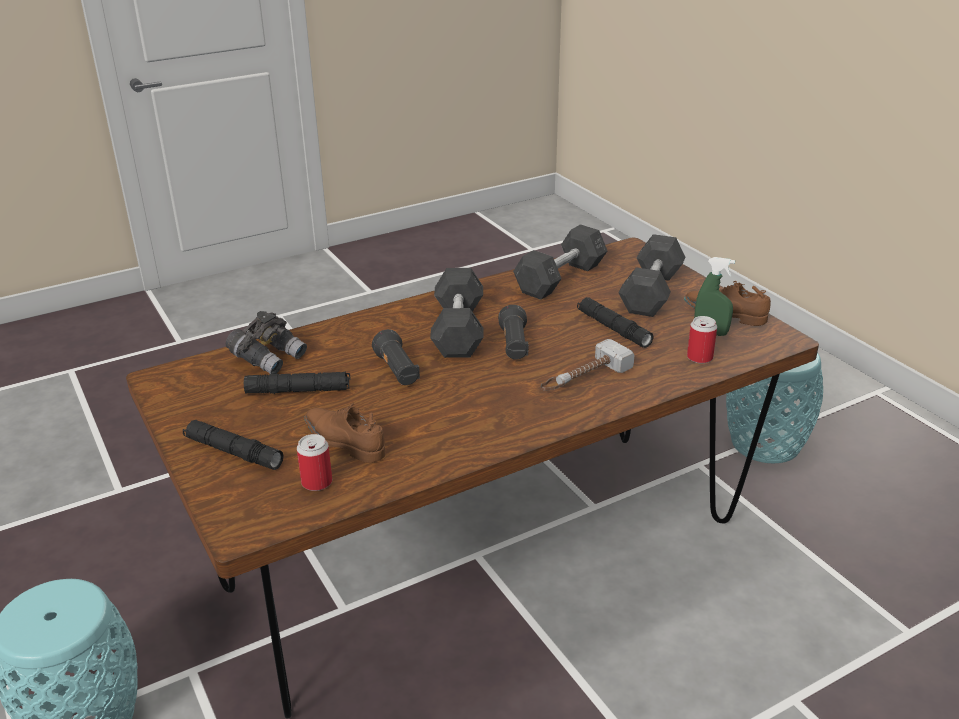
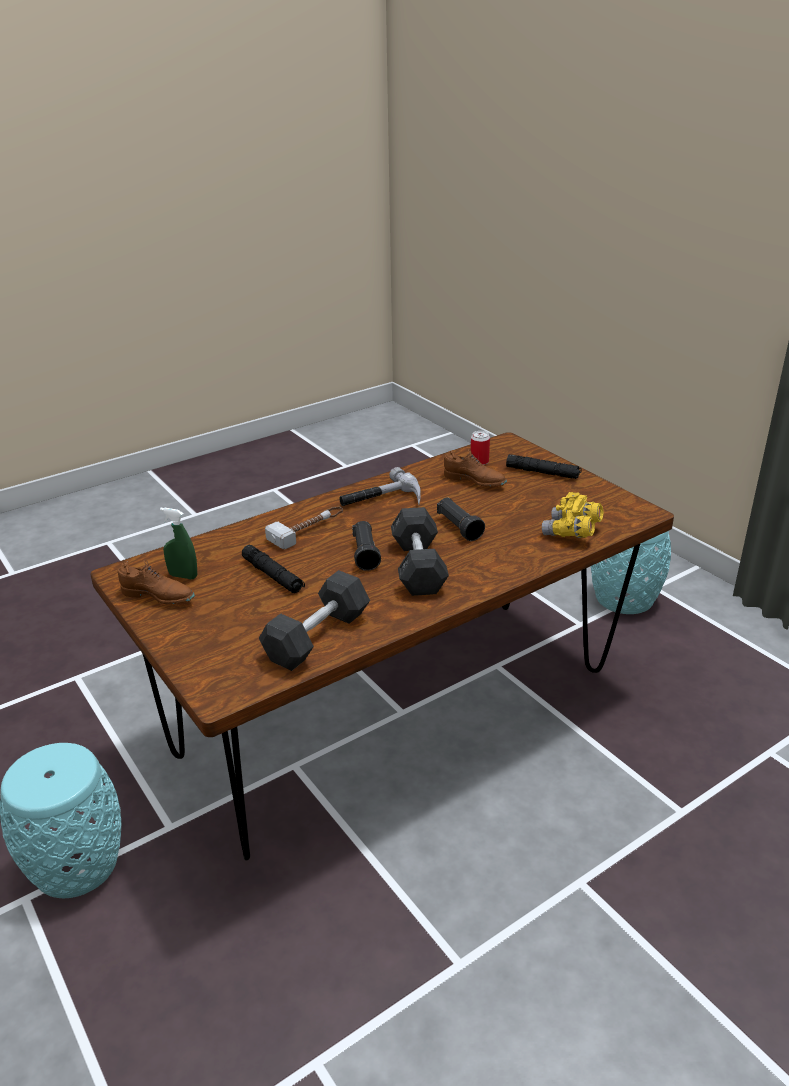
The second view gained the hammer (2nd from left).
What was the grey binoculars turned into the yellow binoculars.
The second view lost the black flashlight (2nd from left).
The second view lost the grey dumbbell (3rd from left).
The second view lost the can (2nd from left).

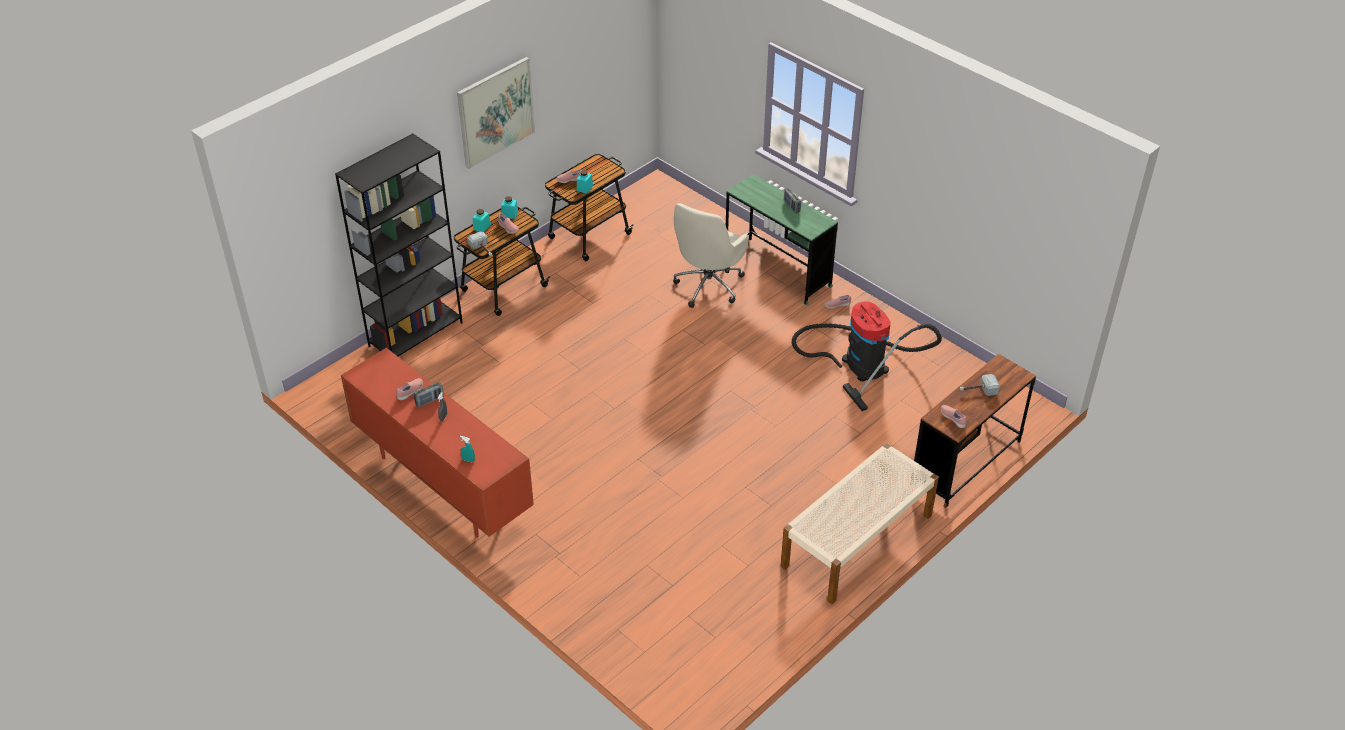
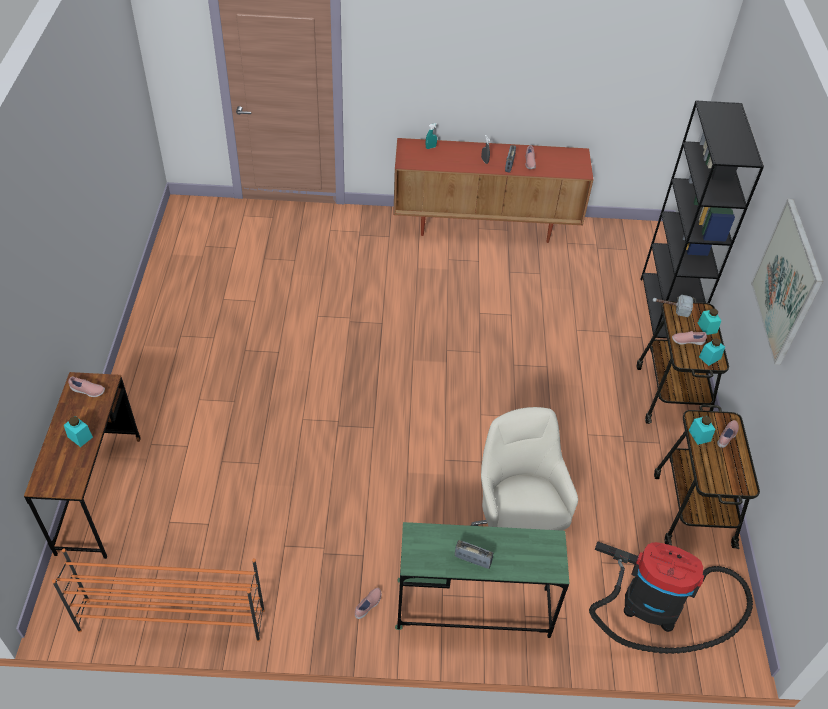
The second view gained the orange shoe rack.
Where the hammer (2nd from left) stood, the turquoise jar (1st from left) came to stand.
The vacuum cleaner ended up elsewhere.
The second view lost the beige bench.

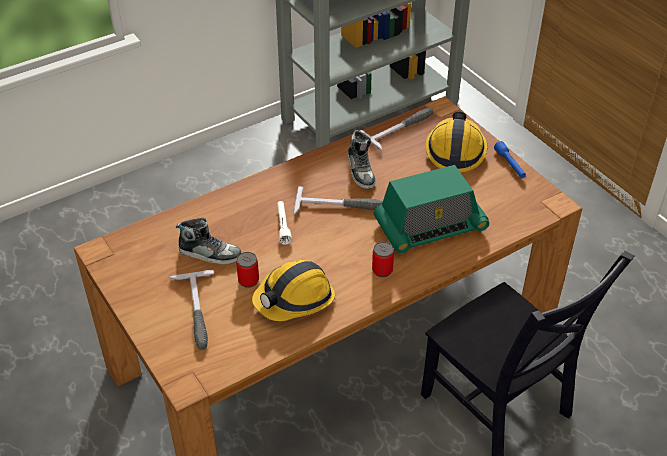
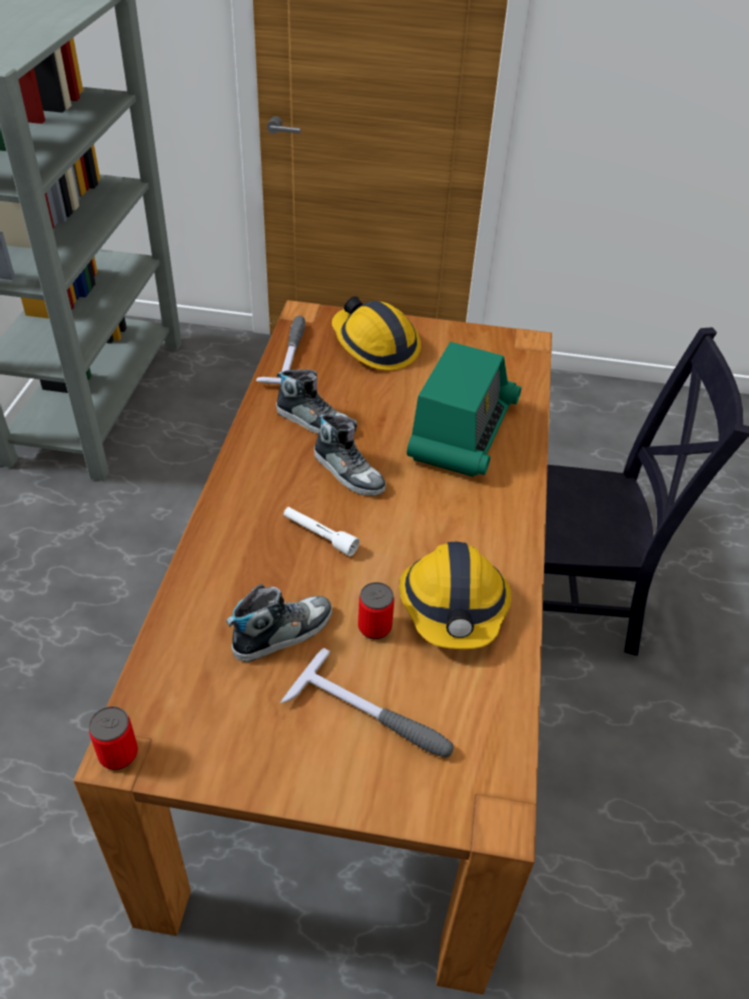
The can (2nd from left in the first image) ended up elsewhere.
Where the hammer (2nd from left) stood, the shoe (3rd from left) came to stand.
The second view lost the blue flashlight.

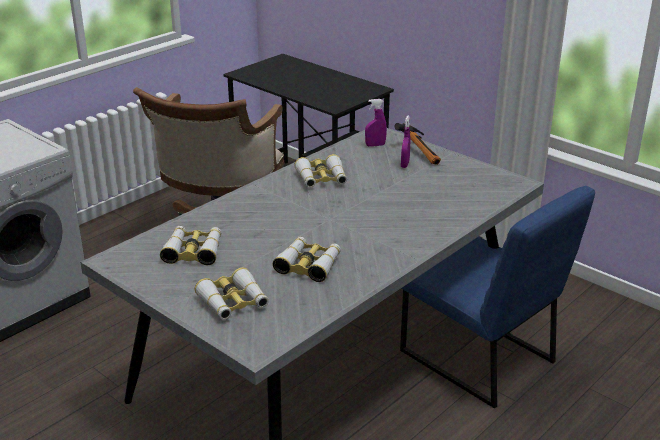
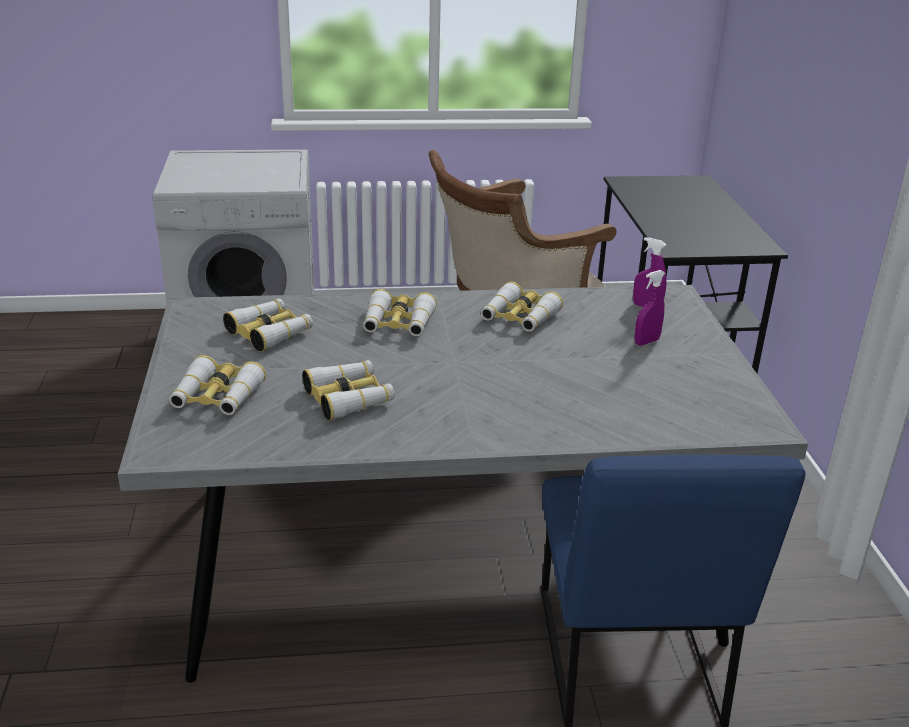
The second view gained the binoculars (4th from left).
The second view lost the hammer.

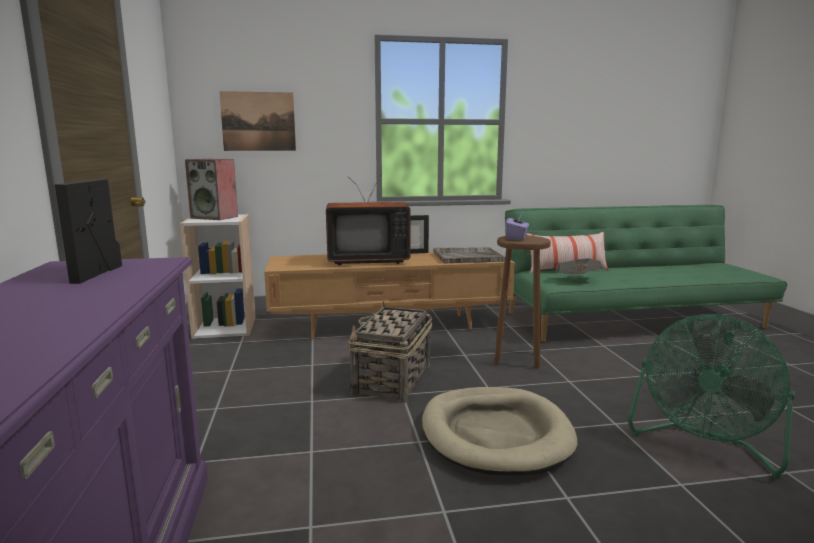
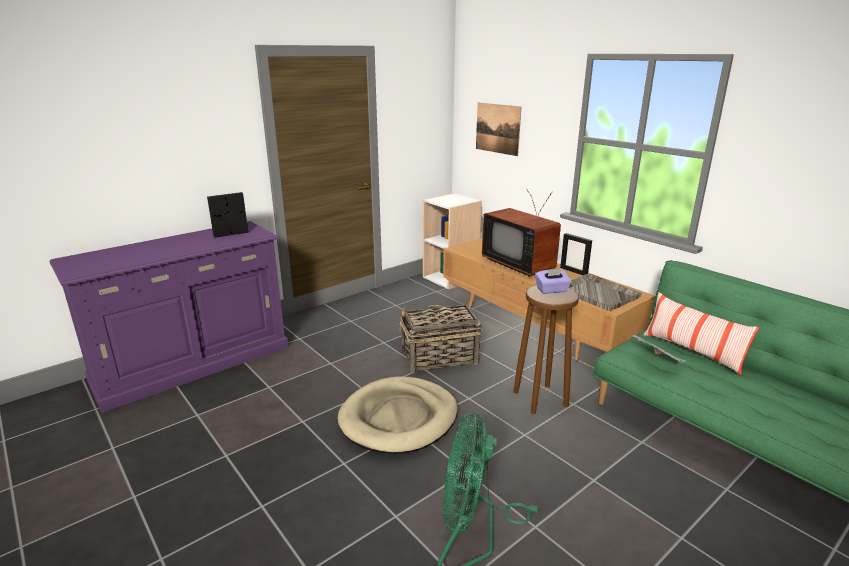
The second view lost the speaker.

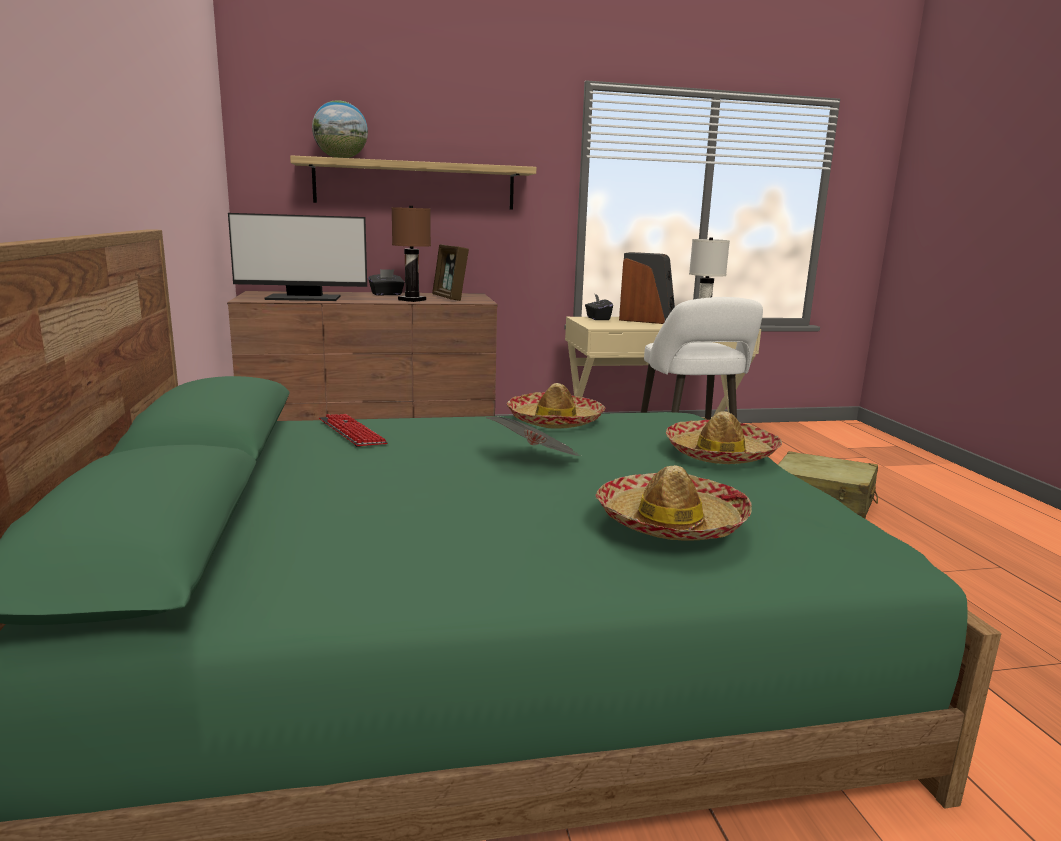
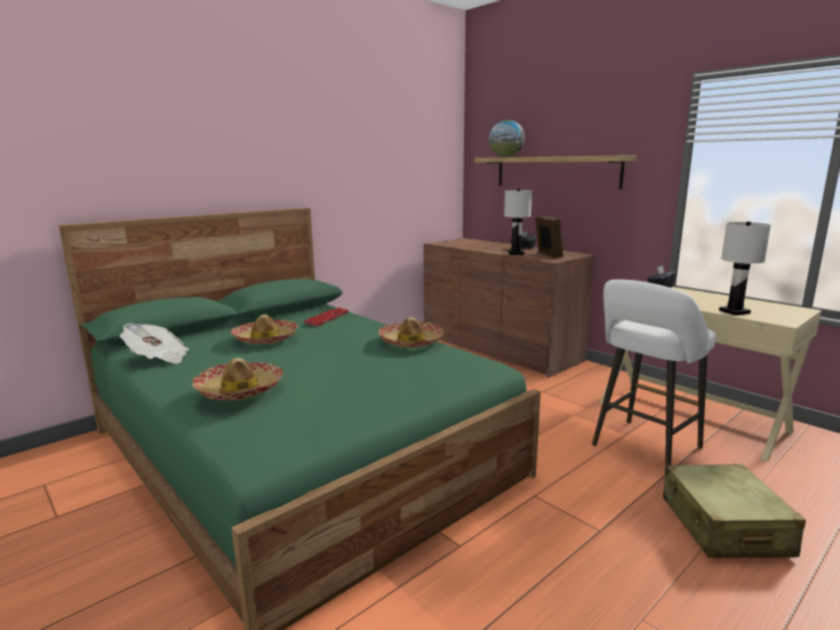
The newspaper ended up elsewhere.
The hat (3rd from left in the first image) ended up elsewhere.
What was the brown table lamp turned into the white table lamp (1st from left).
The picture frame ended up facing another way, 135 degrees clockwise from before.
The second view lost the monitor.
The second view lost the speaker.

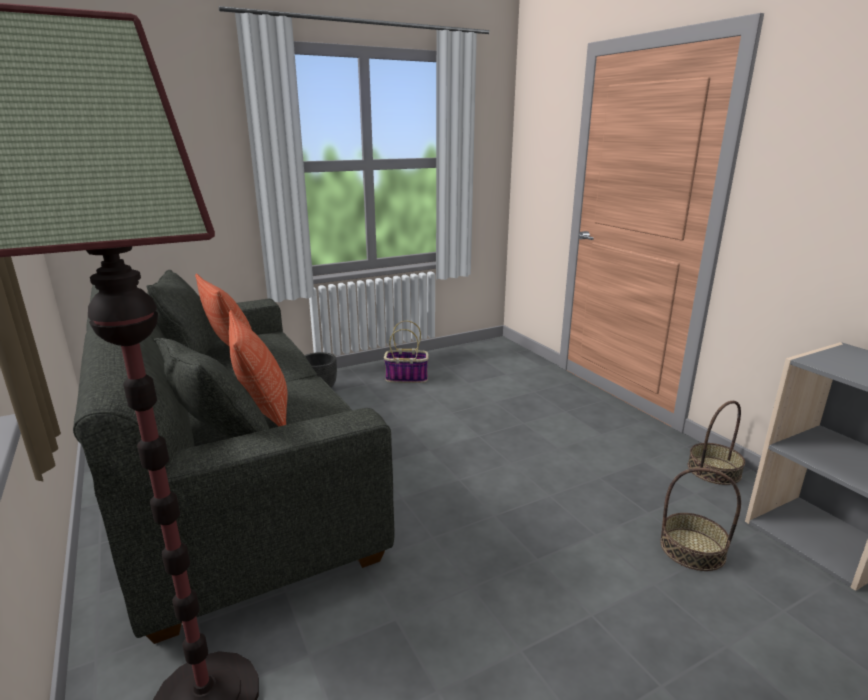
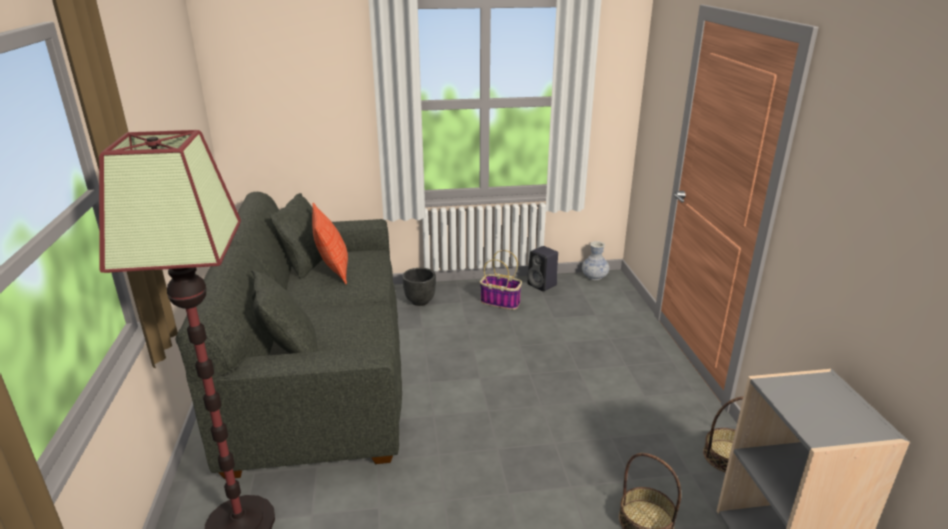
The second view gained the black speaker.
The second view gained the vase.
The second view lost the orange pillow (2nd from left).

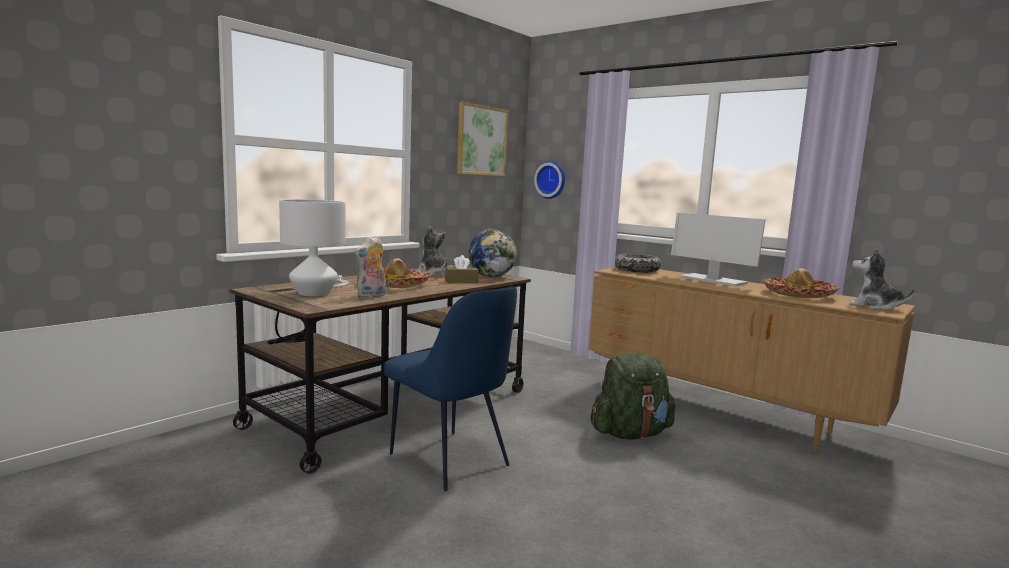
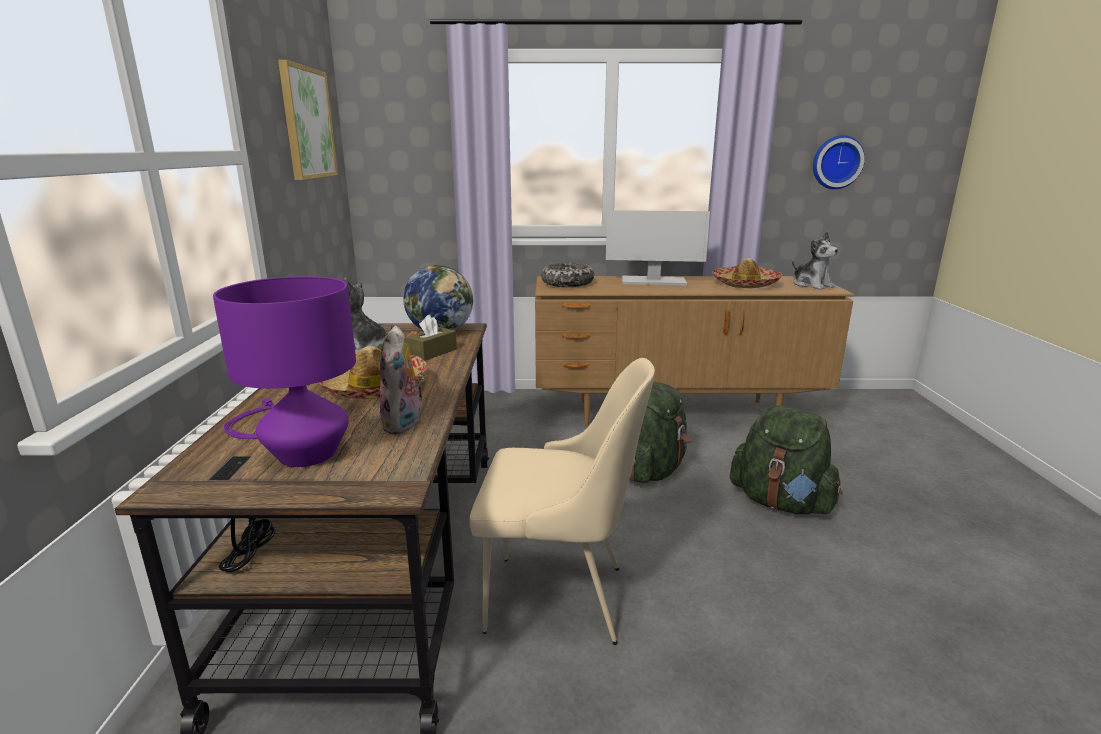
What was the white table lamp turned into the purple table lamp.
What was the blue chair turned into the beige chair.
The second view gained the green backpack (2nd from left).
The plush toy (3rd from left) ended up facing another way, 120 degrees counterclockwise from before.
The wall clock ended up elsewhere.

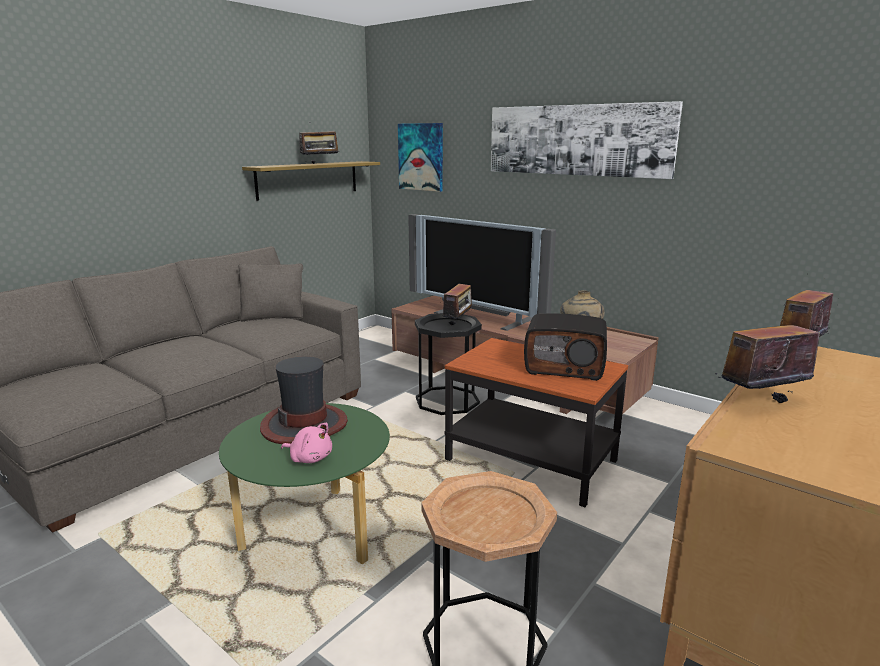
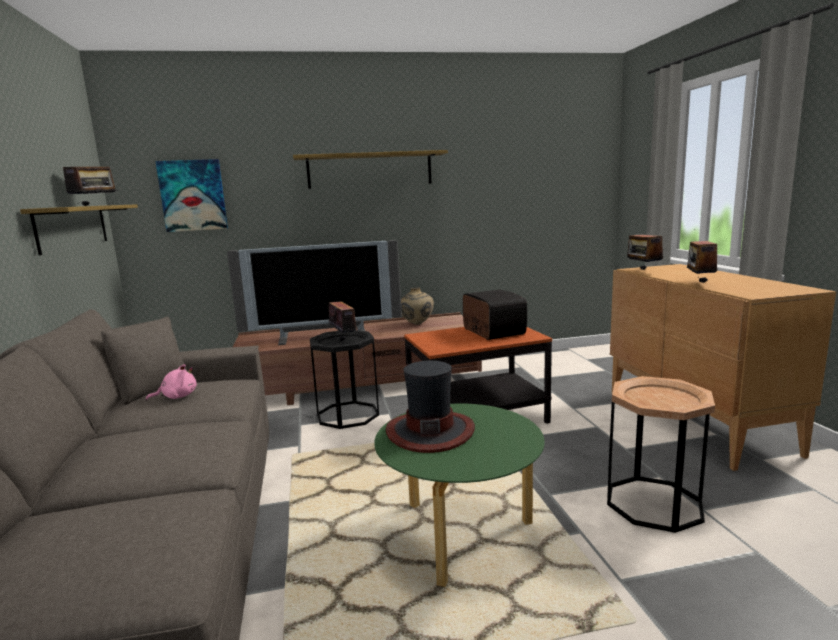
The pink plush toy ended up elsewhere.
Where the picture (2nd from left) hung, the shelf (2nd from left) came to hang.
The radio (3rd from left) ended up facing another way, 75 degrees counterclockwise from before.

